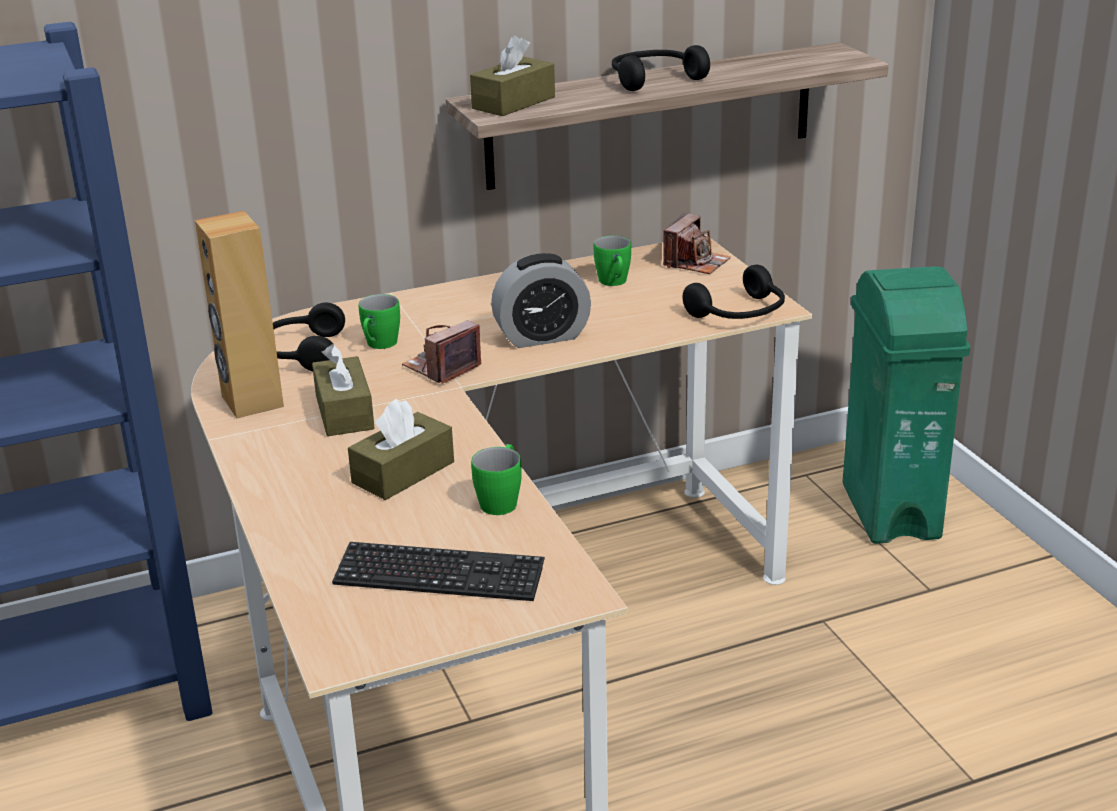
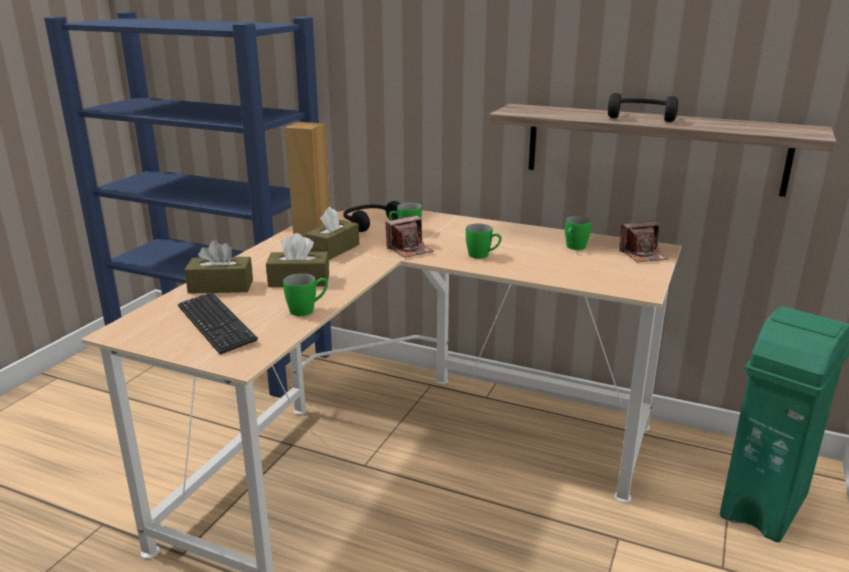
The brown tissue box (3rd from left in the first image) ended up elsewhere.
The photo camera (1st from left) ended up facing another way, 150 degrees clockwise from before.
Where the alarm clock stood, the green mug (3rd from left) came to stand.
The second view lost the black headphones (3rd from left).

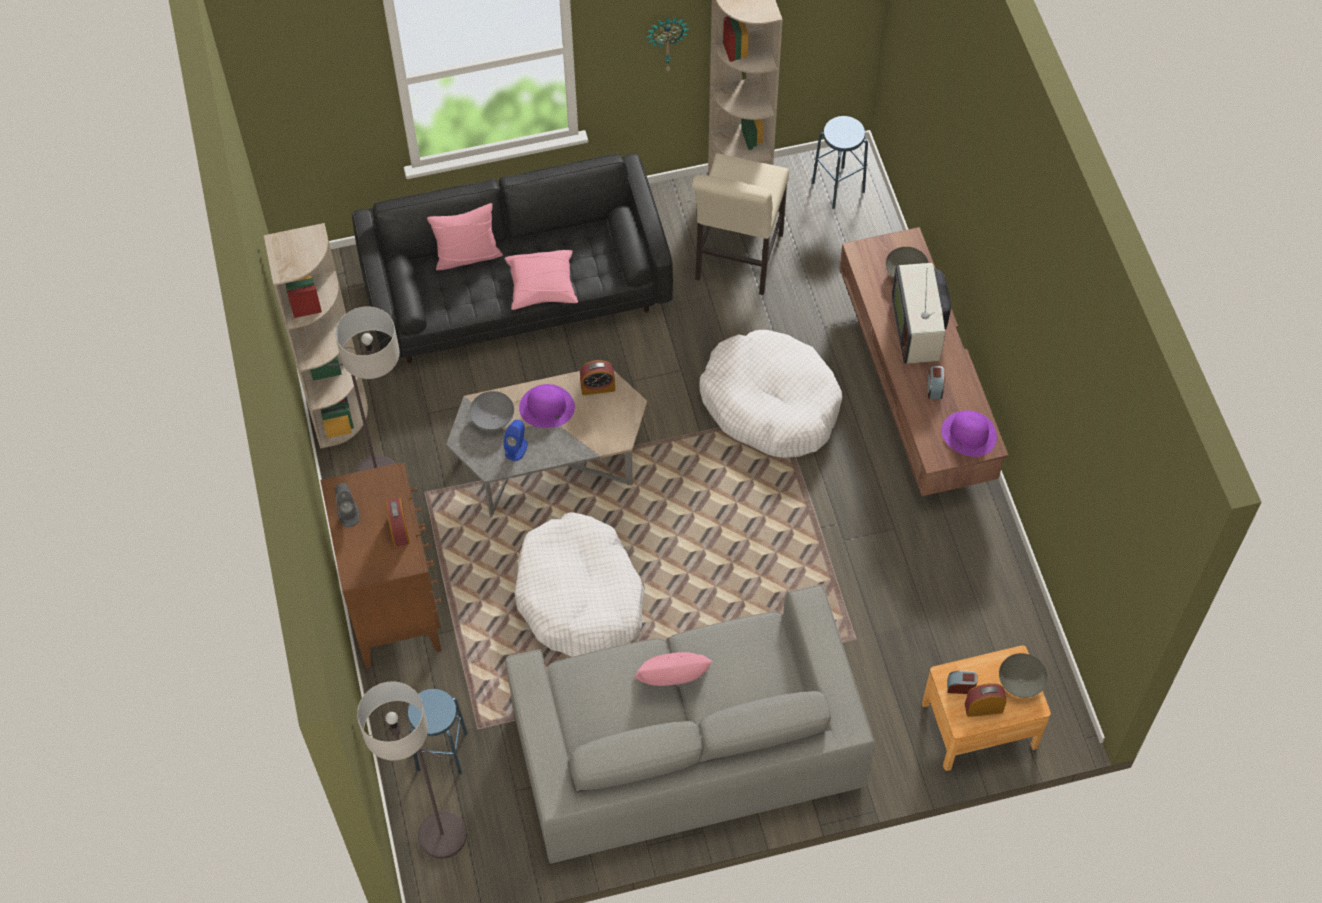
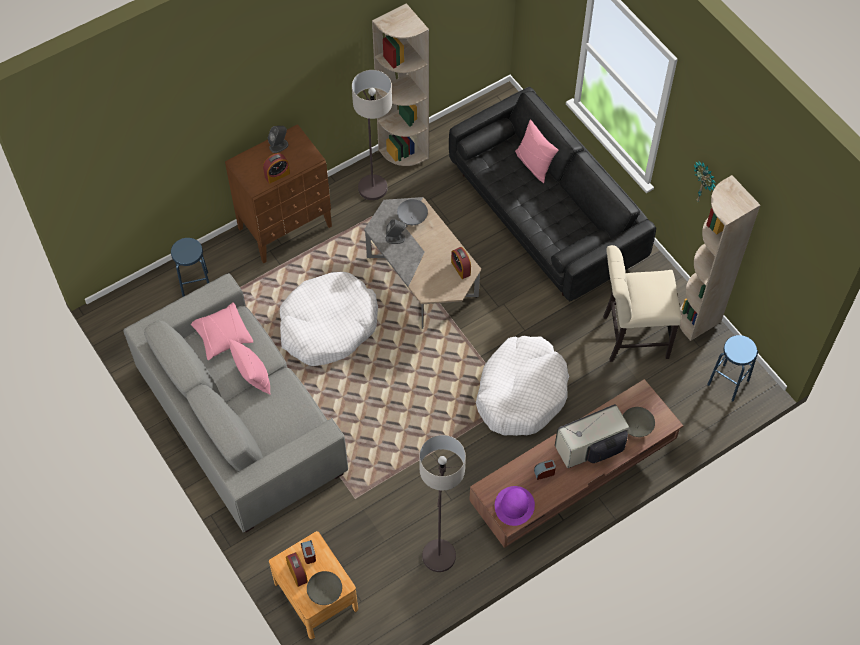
The pink pillow (2nd from left in the first image) ended up elsewhere.
What was the blue speaker turned into the grey speaker (2nd from left).
The grey floor lamp (2nd from left) ended up elsewhere.
The second view lost the purple hat (1st from left).

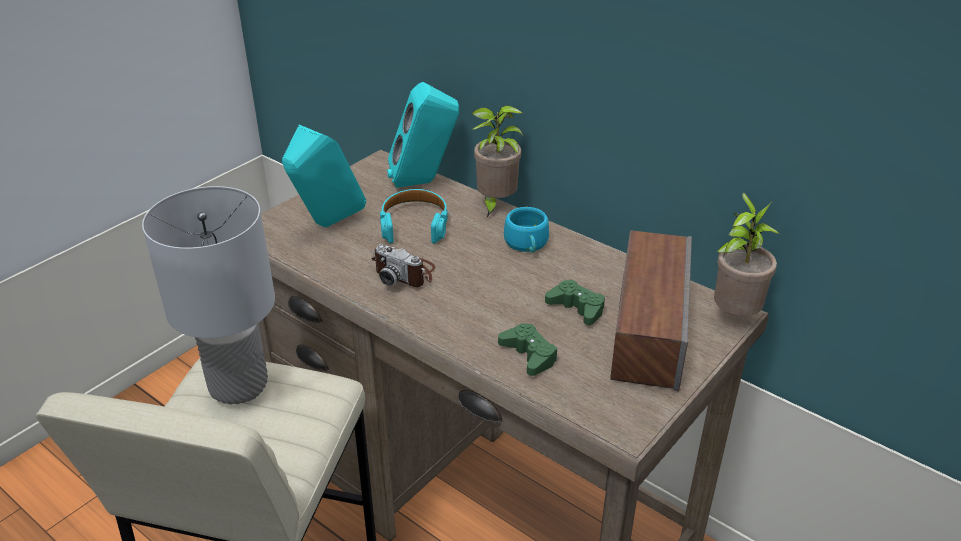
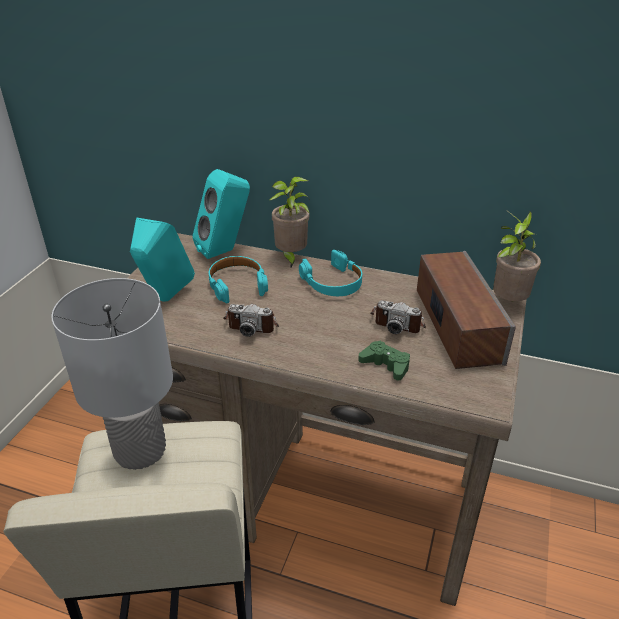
Where the turquoise cup stood, the turquoise headphones (2nd from left) came to stand.
Where the green game controller (2nd from left) stood, the photo camera (2nd from left) came to stand.

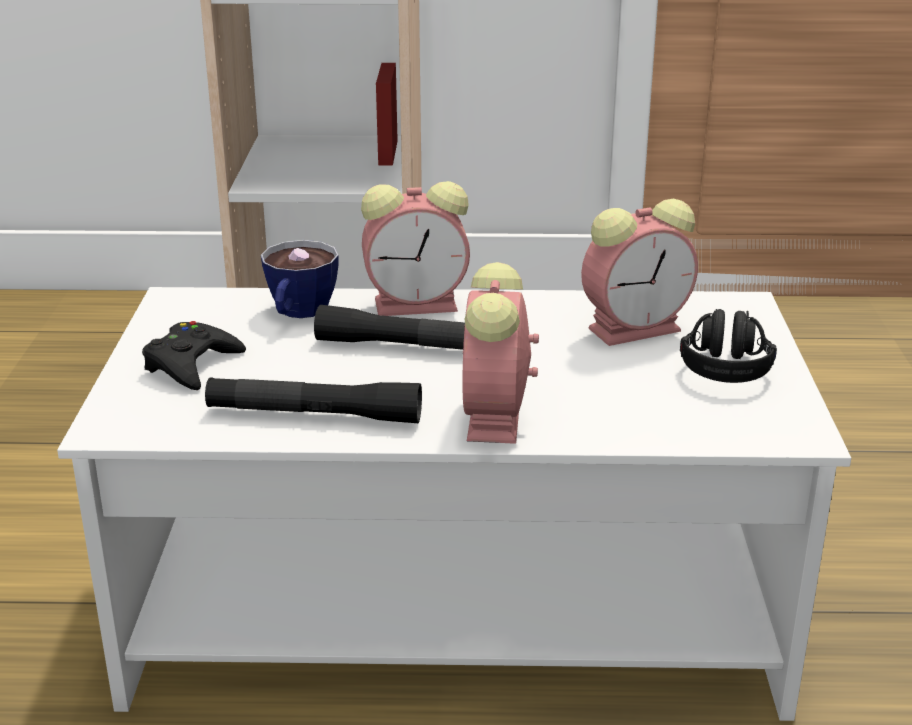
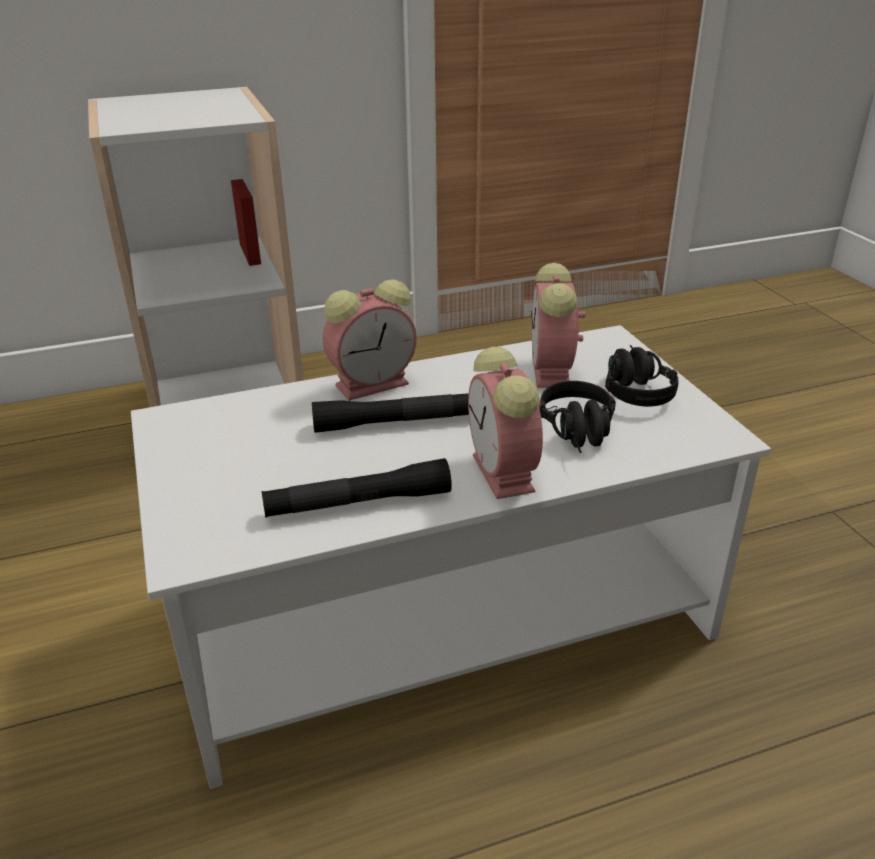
The alarm clock (3rd from left) ended up facing another way, 135 degrees clockwise from before.
The second view gained the black headphones (1st from left).
The second view lost the black game controller.
The second view lost the cup.

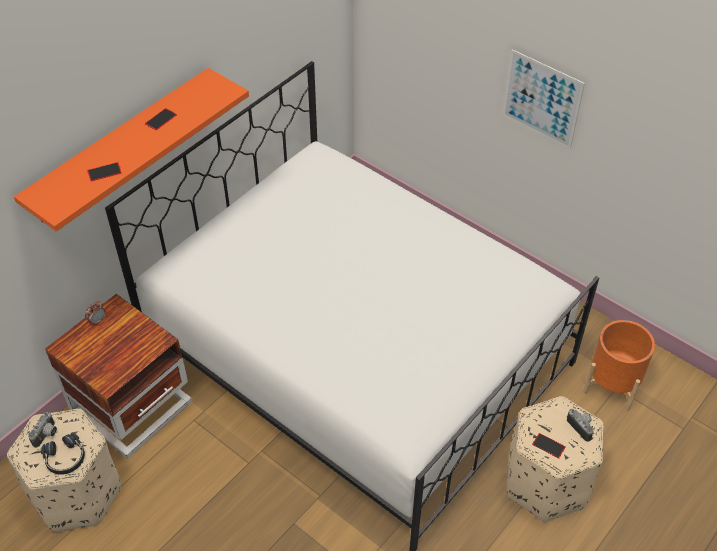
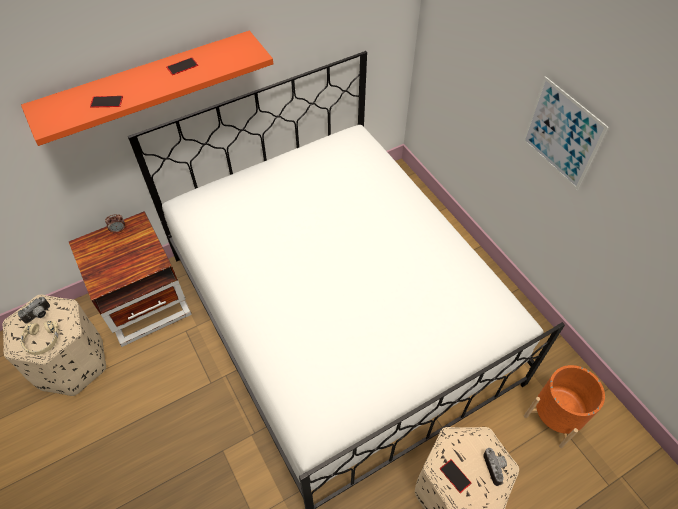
What was the black headphones turned into the beige headphones.

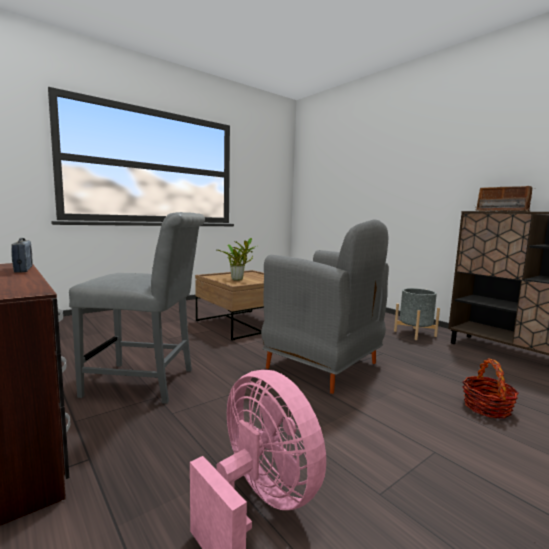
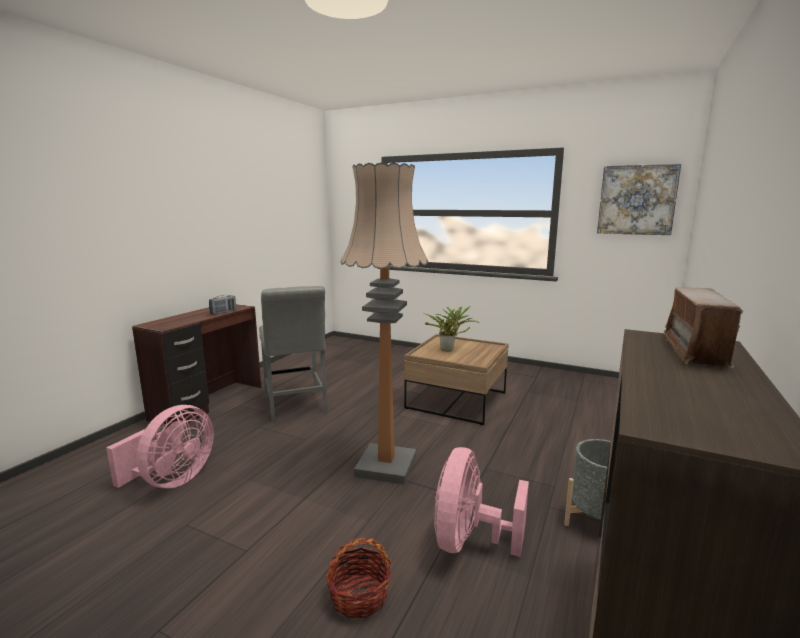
Where the grey armchair stood, the floor lamp came to stand.
The second view gained the pink fan (2nd from left).
The second view gained the picture.

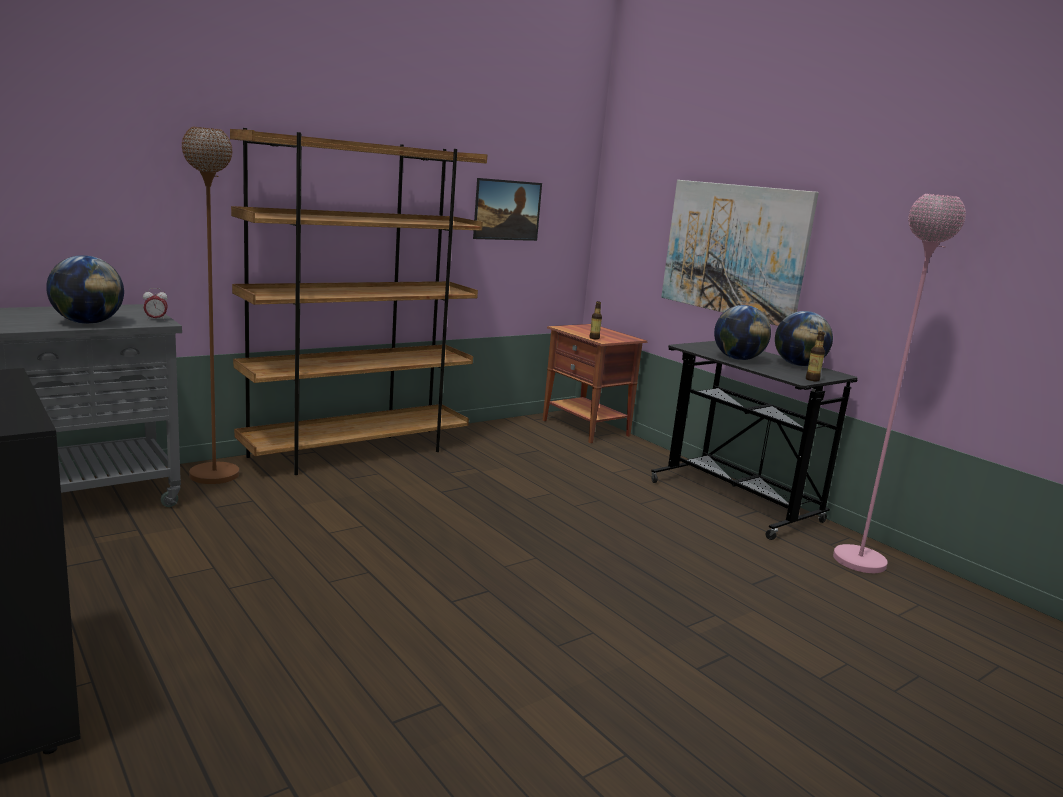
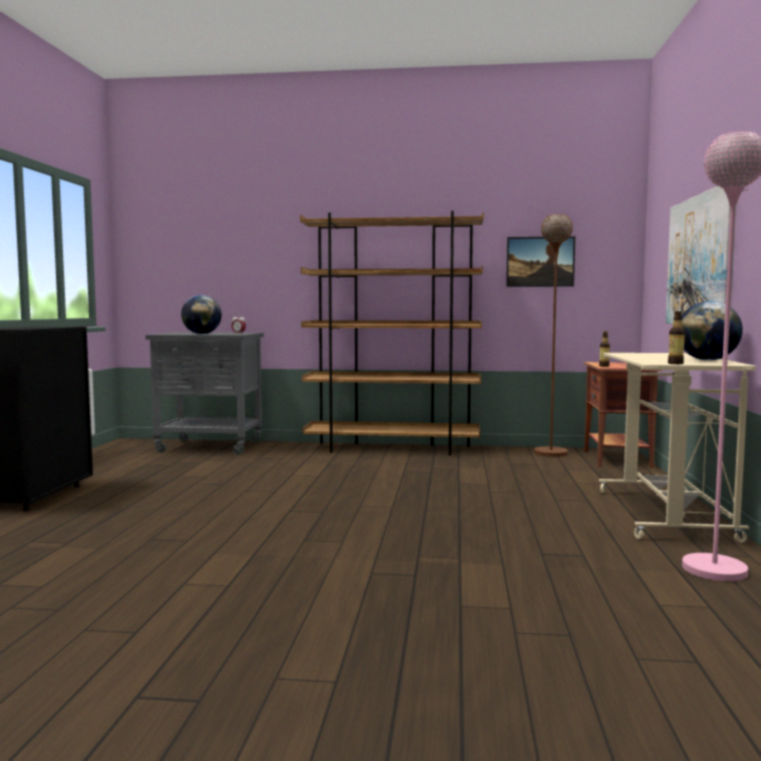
The brown floor lamp ended up elsewhere.
What was the black desk turned into the beige desk.
The second view lost the globe (2nd from left).

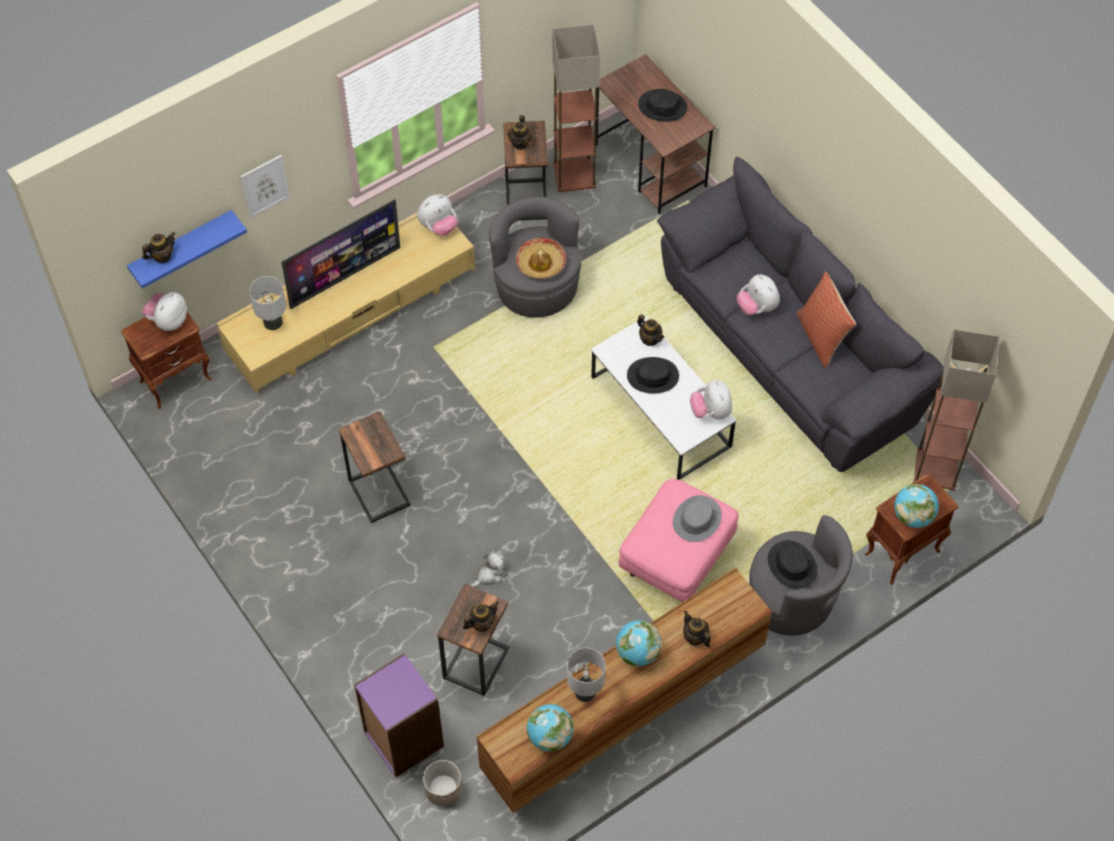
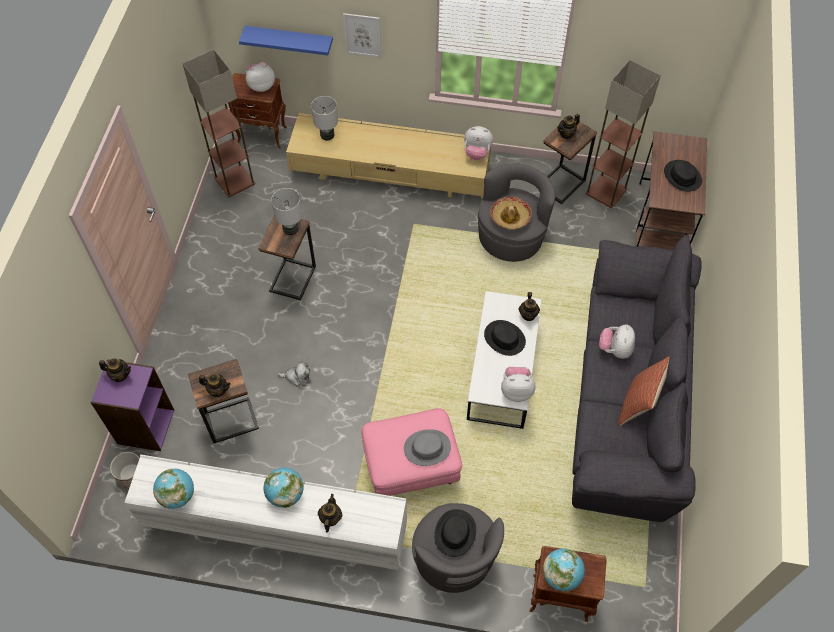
The teapot (1st from left) ended up elsewhere.
What was the brown cabinet turned into the white cabinet.
The floor lamp (2nd from left in the first image) ended up elsewhere.
The grey table lamp (2nd from left in the first image) ended up elsewhere.
The plush toy (4th from left) ended up facing another way, 60 degrees clockwise from before.
The second view lost the television.

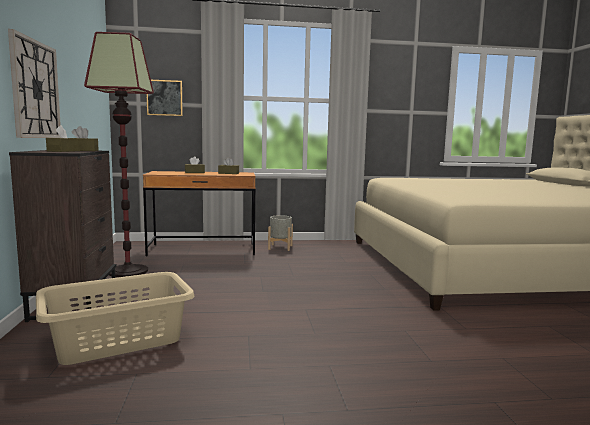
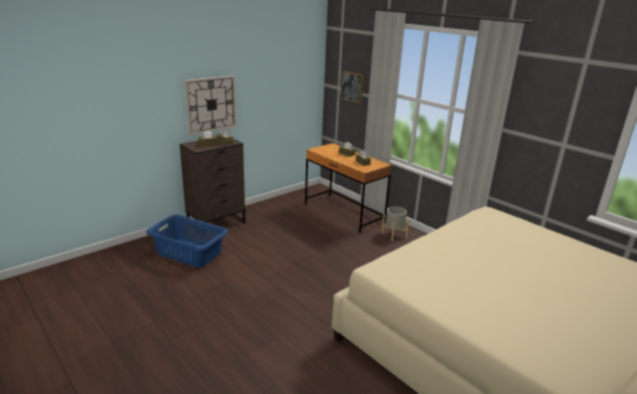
What was the beige laundry basket turned into the blue laundry basket.
The second view lost the floor lamp.

